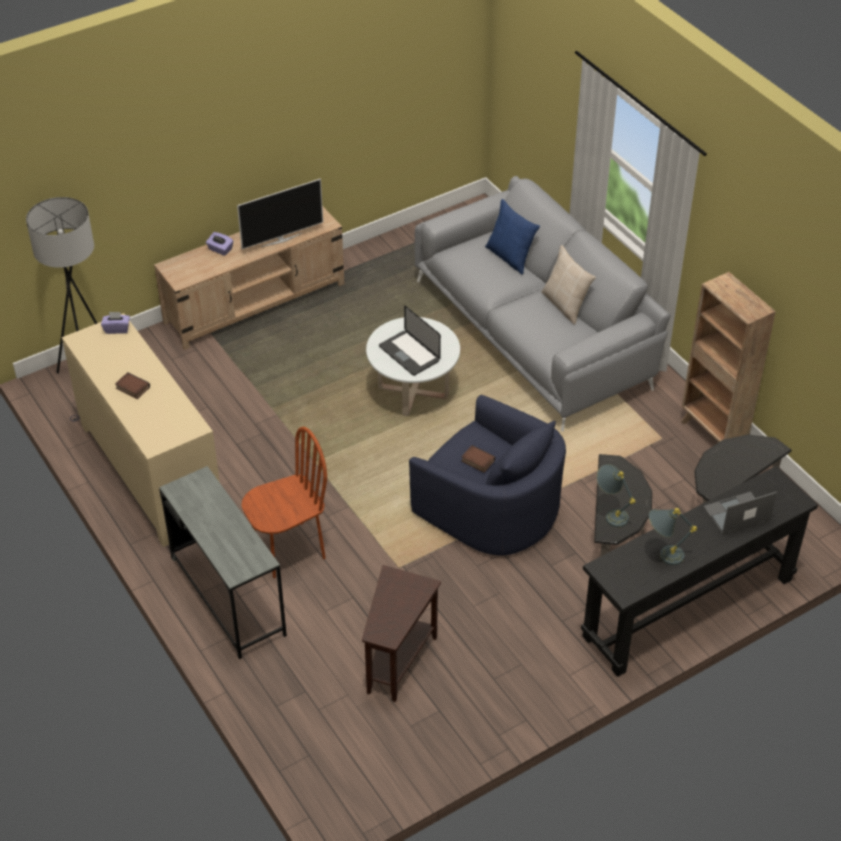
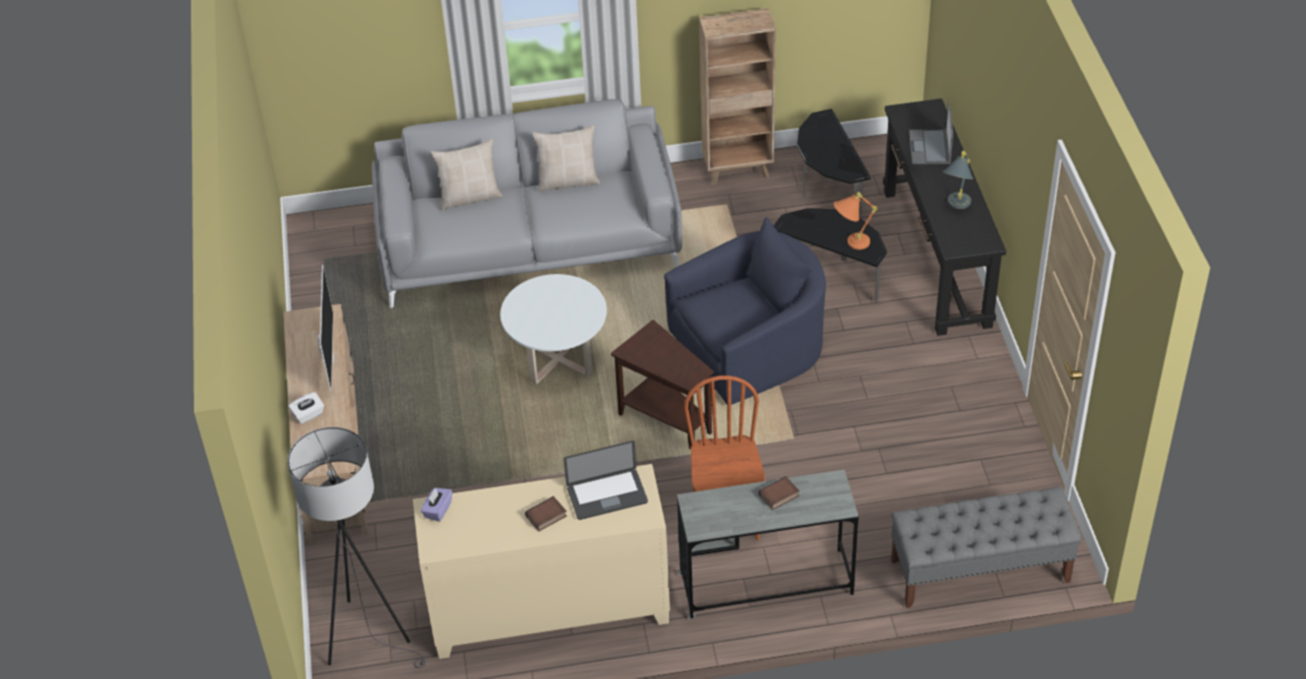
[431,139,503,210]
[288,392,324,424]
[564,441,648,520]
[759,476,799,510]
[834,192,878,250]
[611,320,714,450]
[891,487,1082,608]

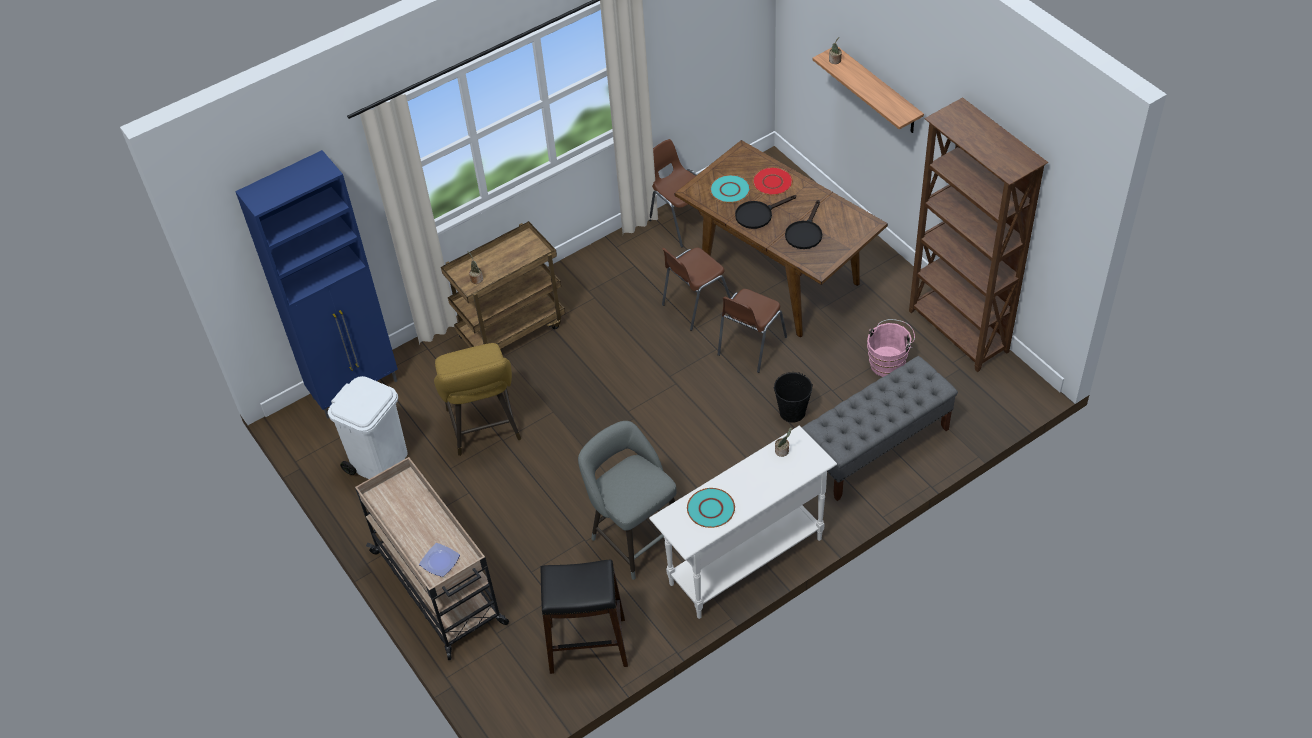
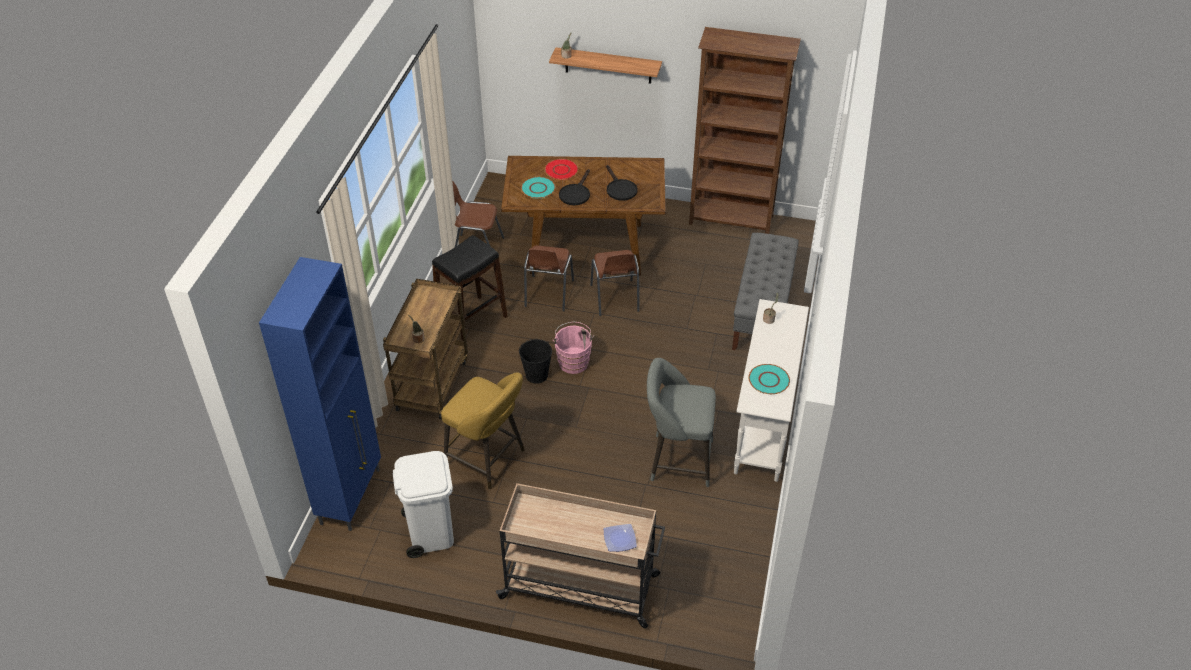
[553,322,594,374]
[519,339,552,384]
[432,235,508,341]

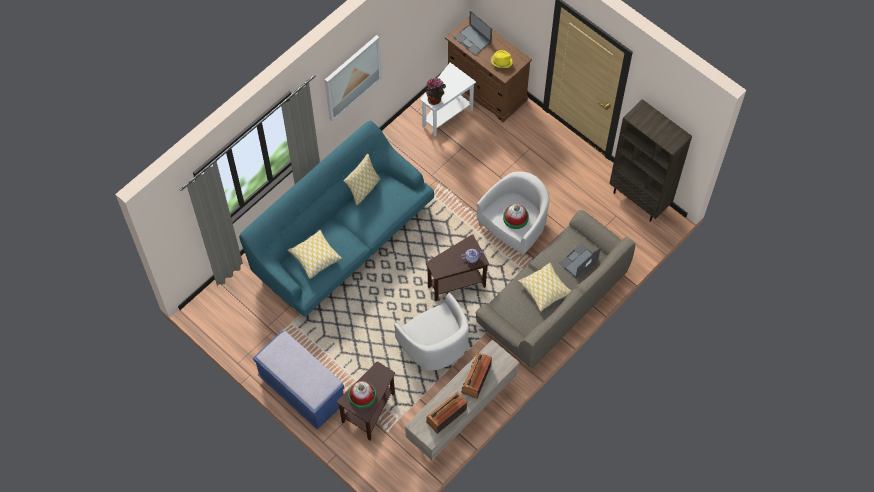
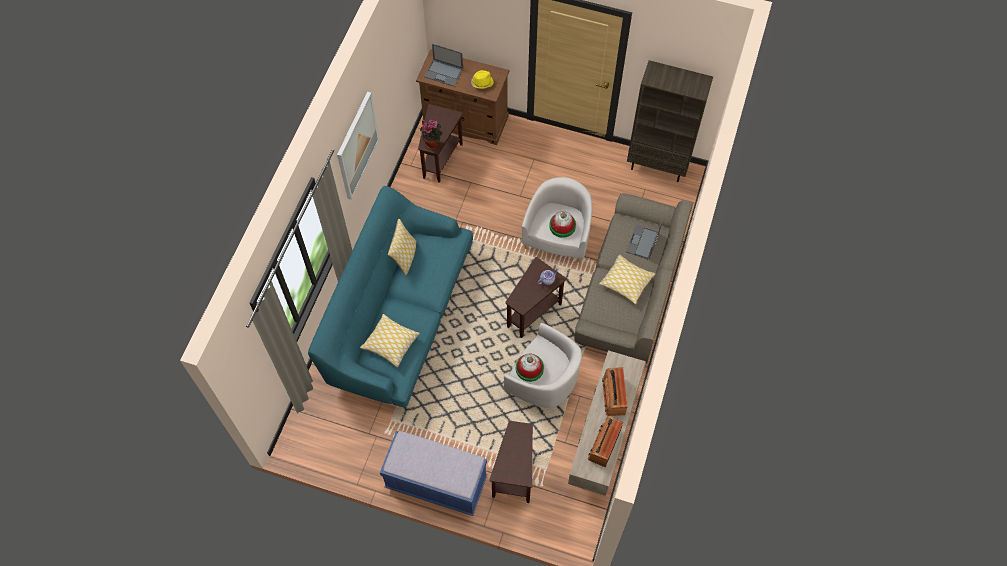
[418,104,463,183]
[516,354,544,382]

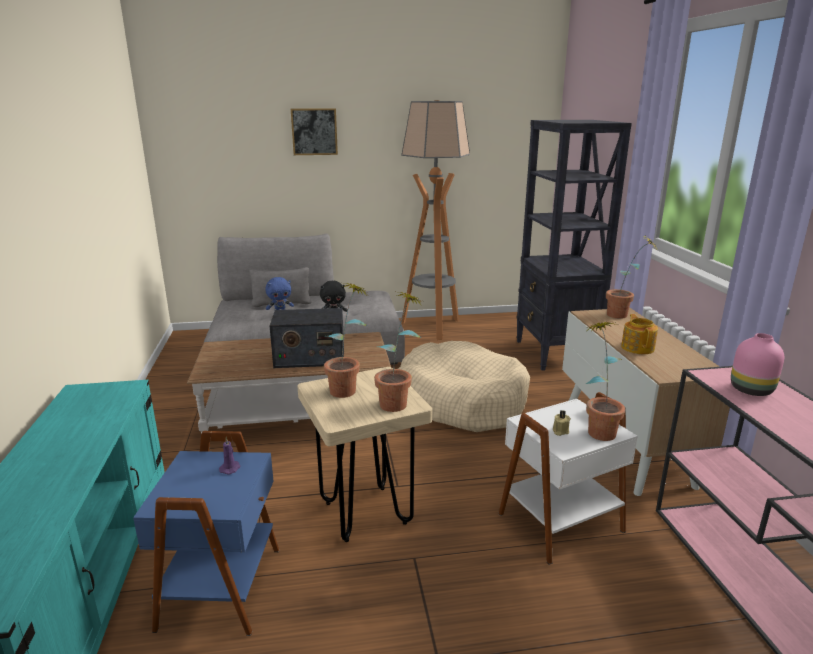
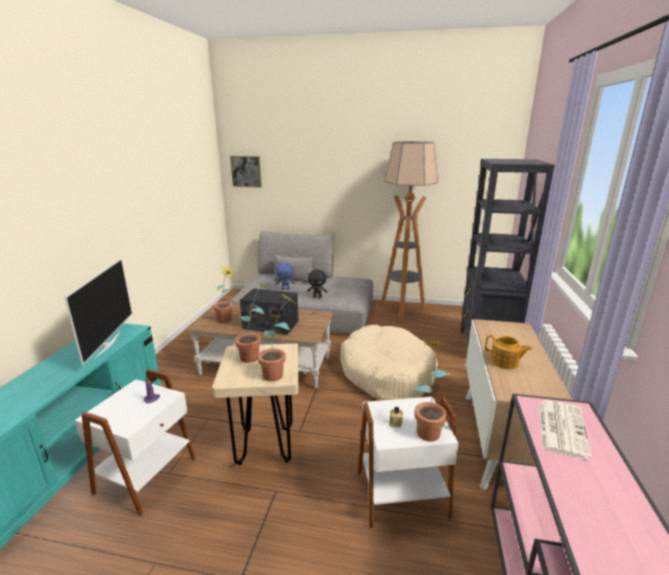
[230,156,261,188]
[213,267,236,323]
[485,335,532,369]
[539,400,592,460]
[75,369,196,516]
[64,258,132,365]

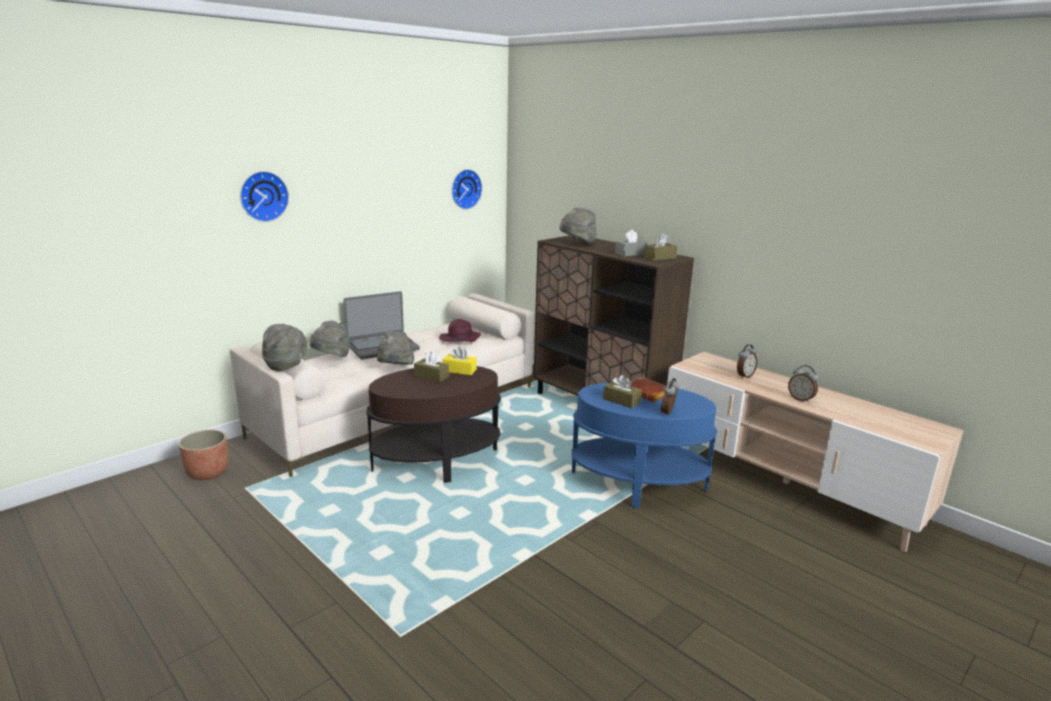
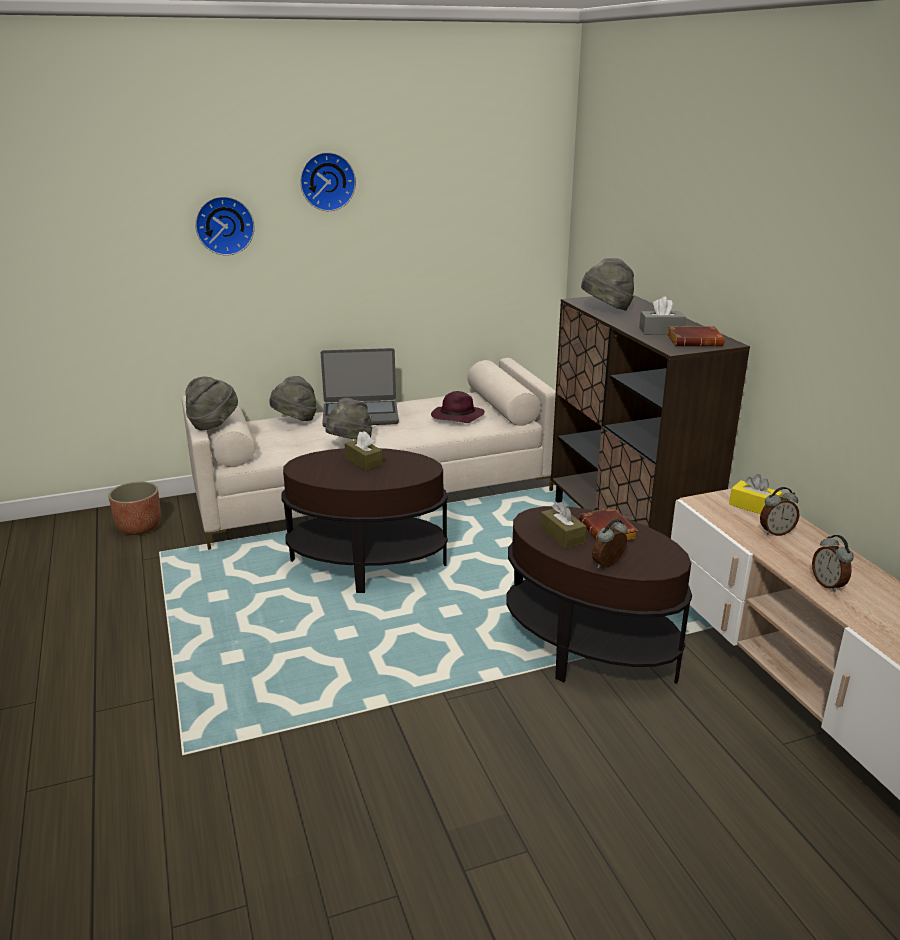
[300,152,356,211]
[667,326,725,347]
[729,474,782,514]
[506,506,692,684]

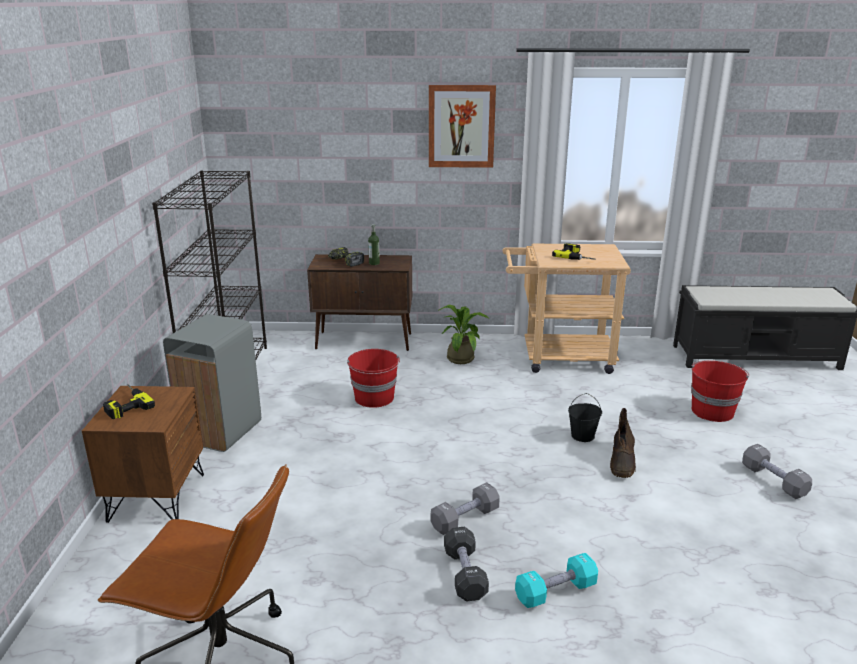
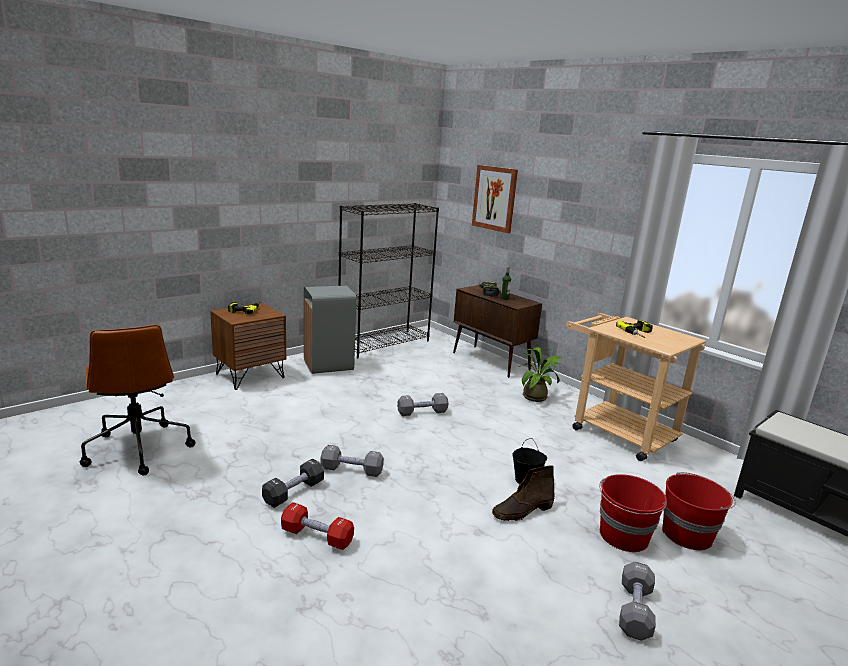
[472,165,518,233]
[599,474,667,552]
[281,502,354,550]
[397,393,449,416]

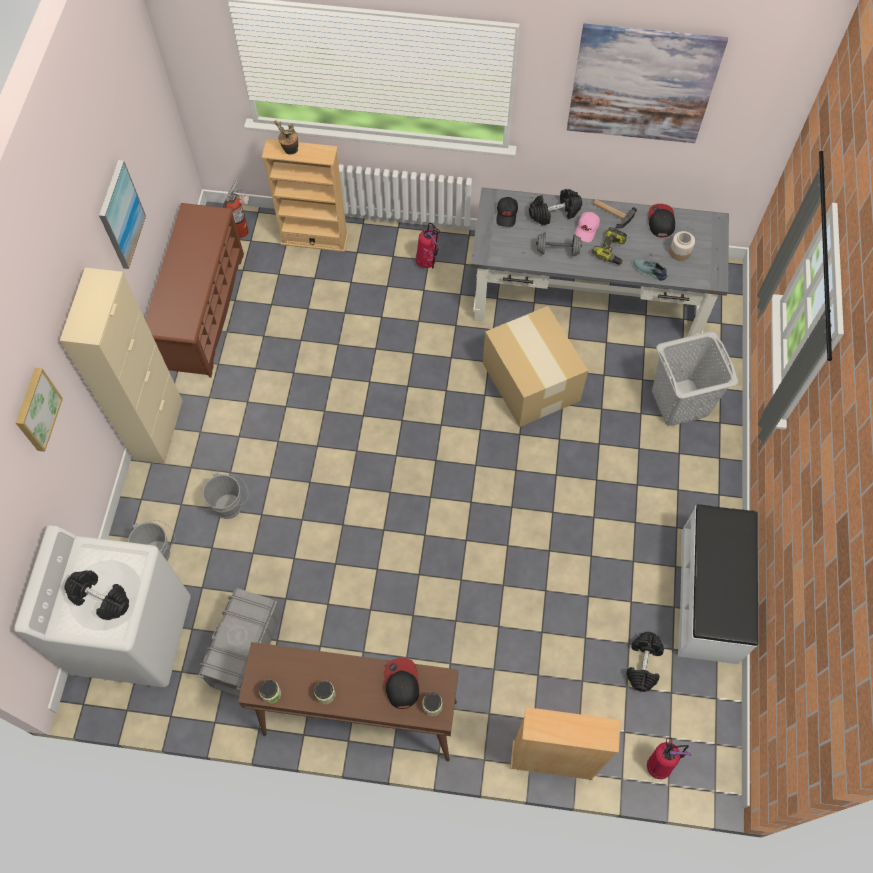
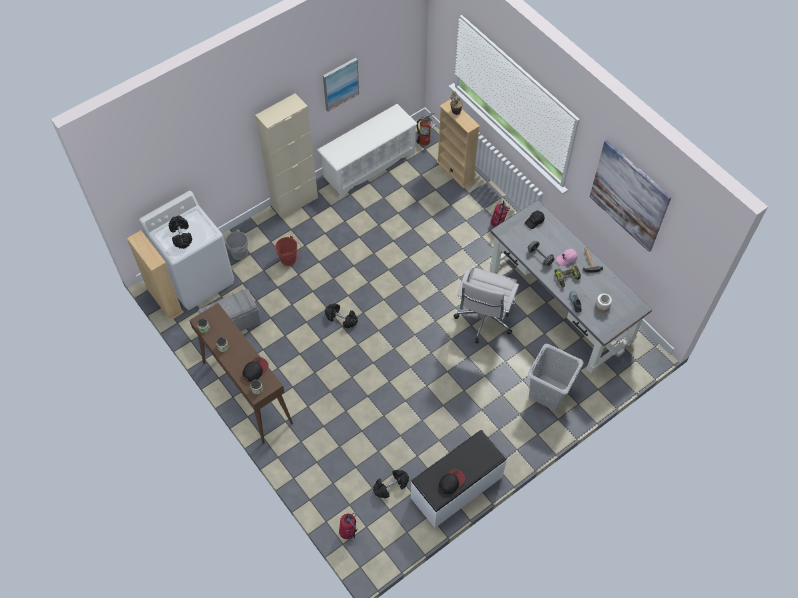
[325,304,358,329]
[317,104,417,198]
[439,469,466,494]
[454,268,519,343]
[16,368,63,452] (first image)
[275,236,302,266]
[127,230,184,321]

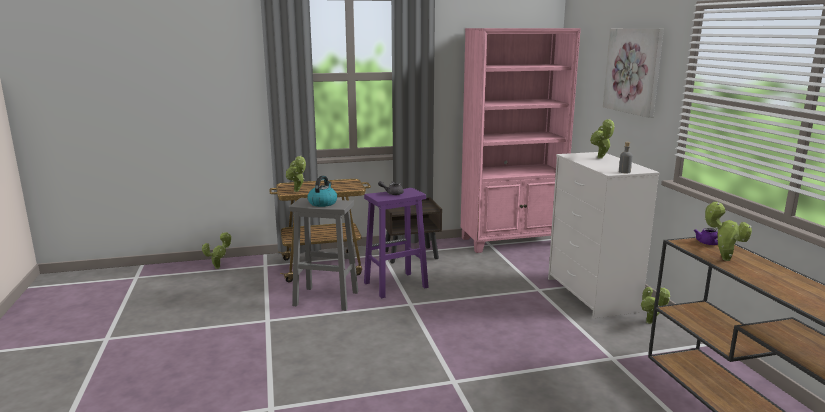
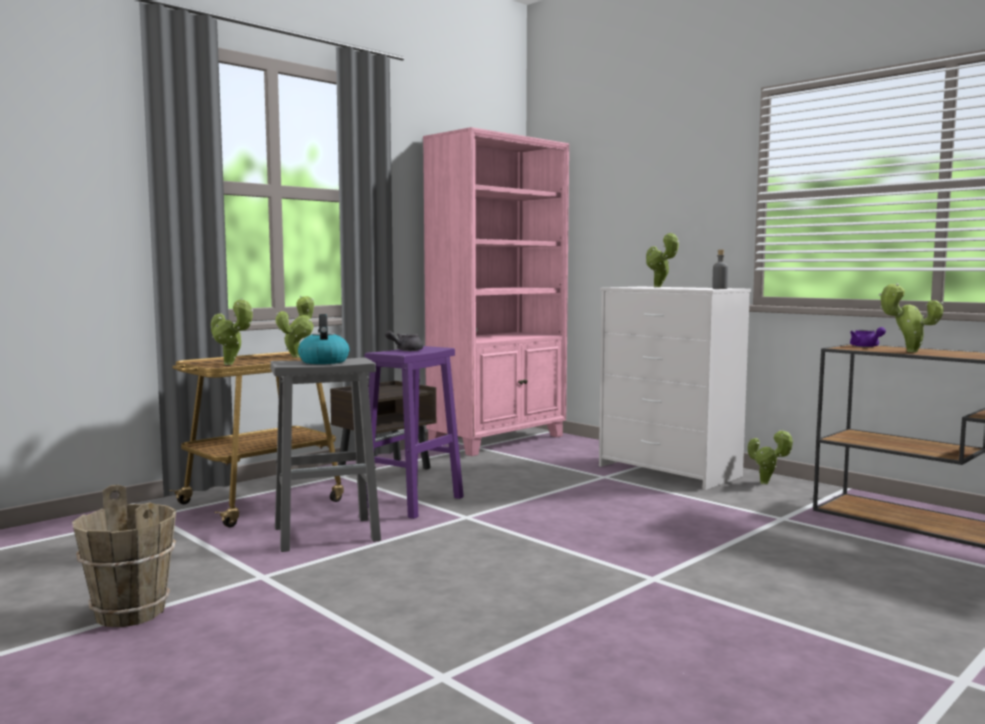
[603,29,664,118] (first image)
[275,296,314,357]
[72,484,176,627]

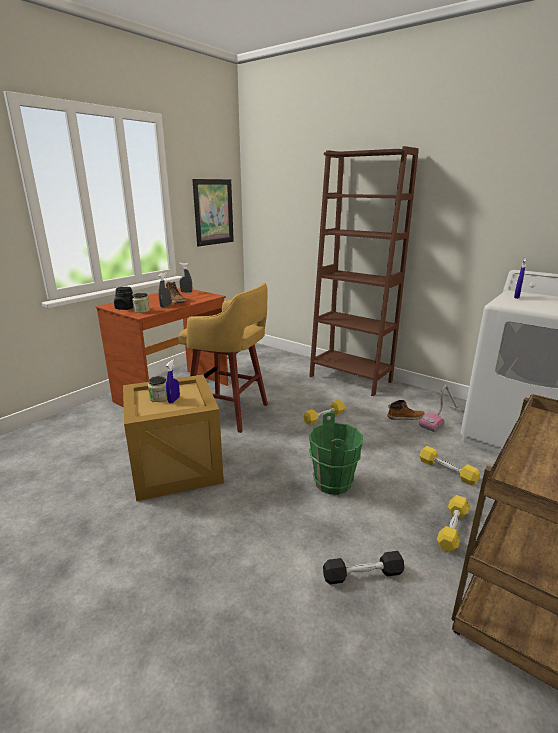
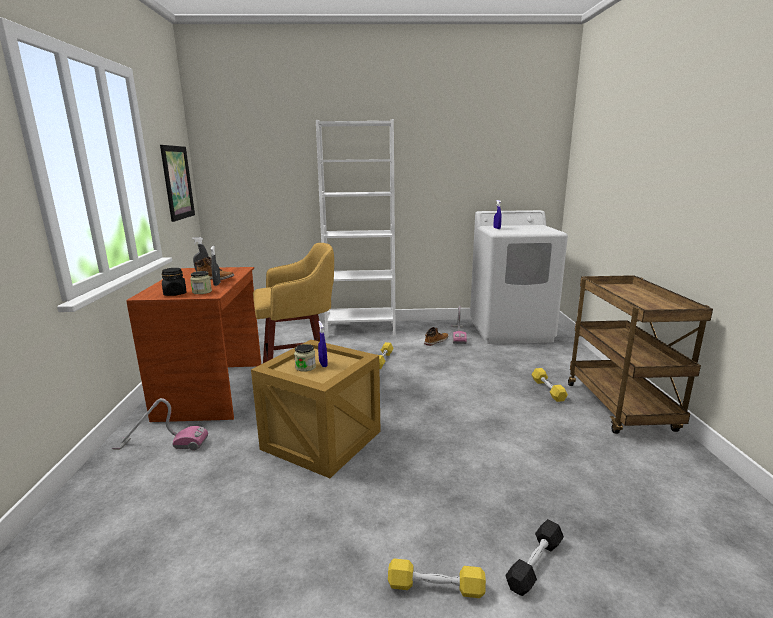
[316,119,396,337]
[309,412,363,495] (first image)
[388,558,486,598]
[505,519,564,596]
[112,398,208,451]

